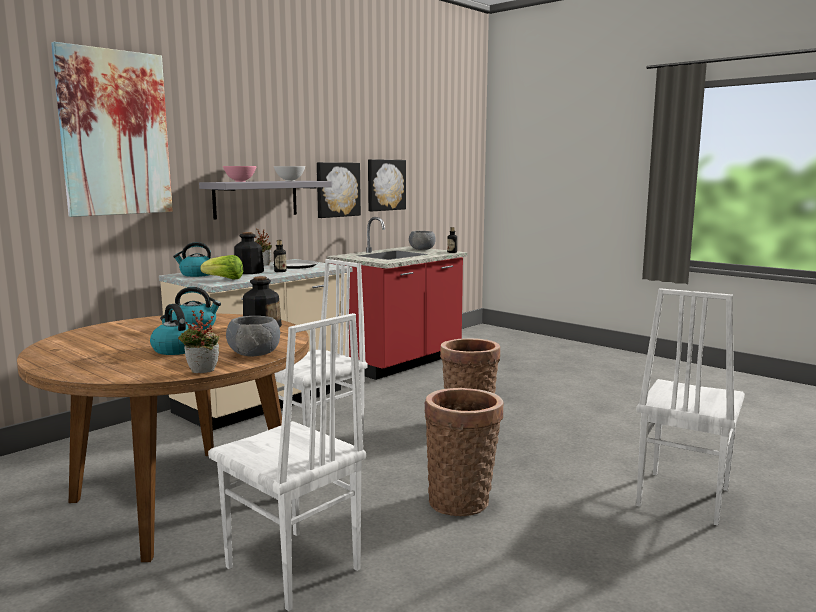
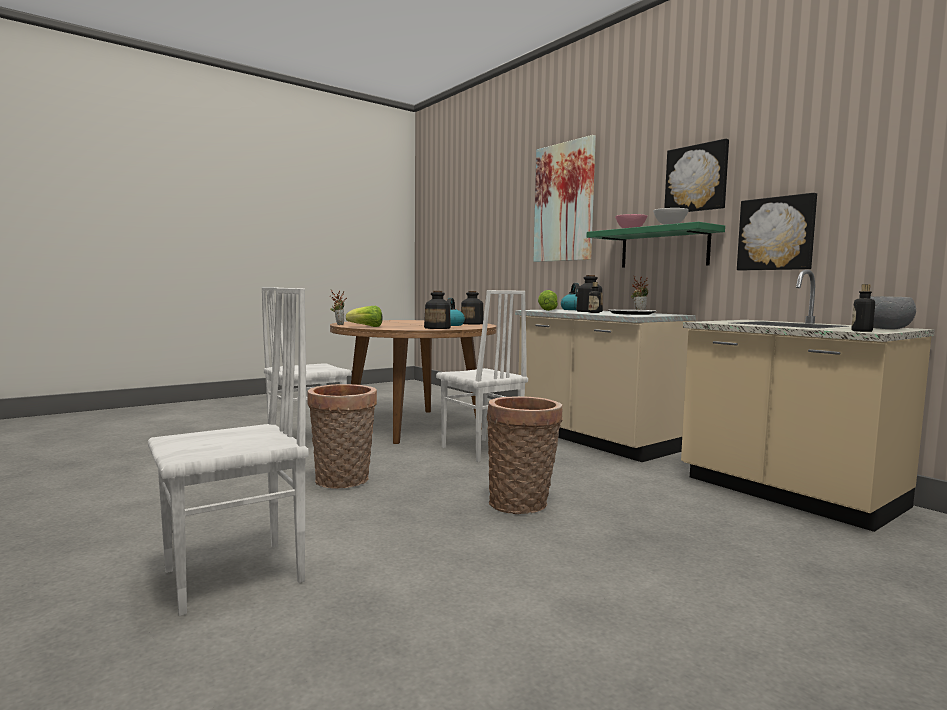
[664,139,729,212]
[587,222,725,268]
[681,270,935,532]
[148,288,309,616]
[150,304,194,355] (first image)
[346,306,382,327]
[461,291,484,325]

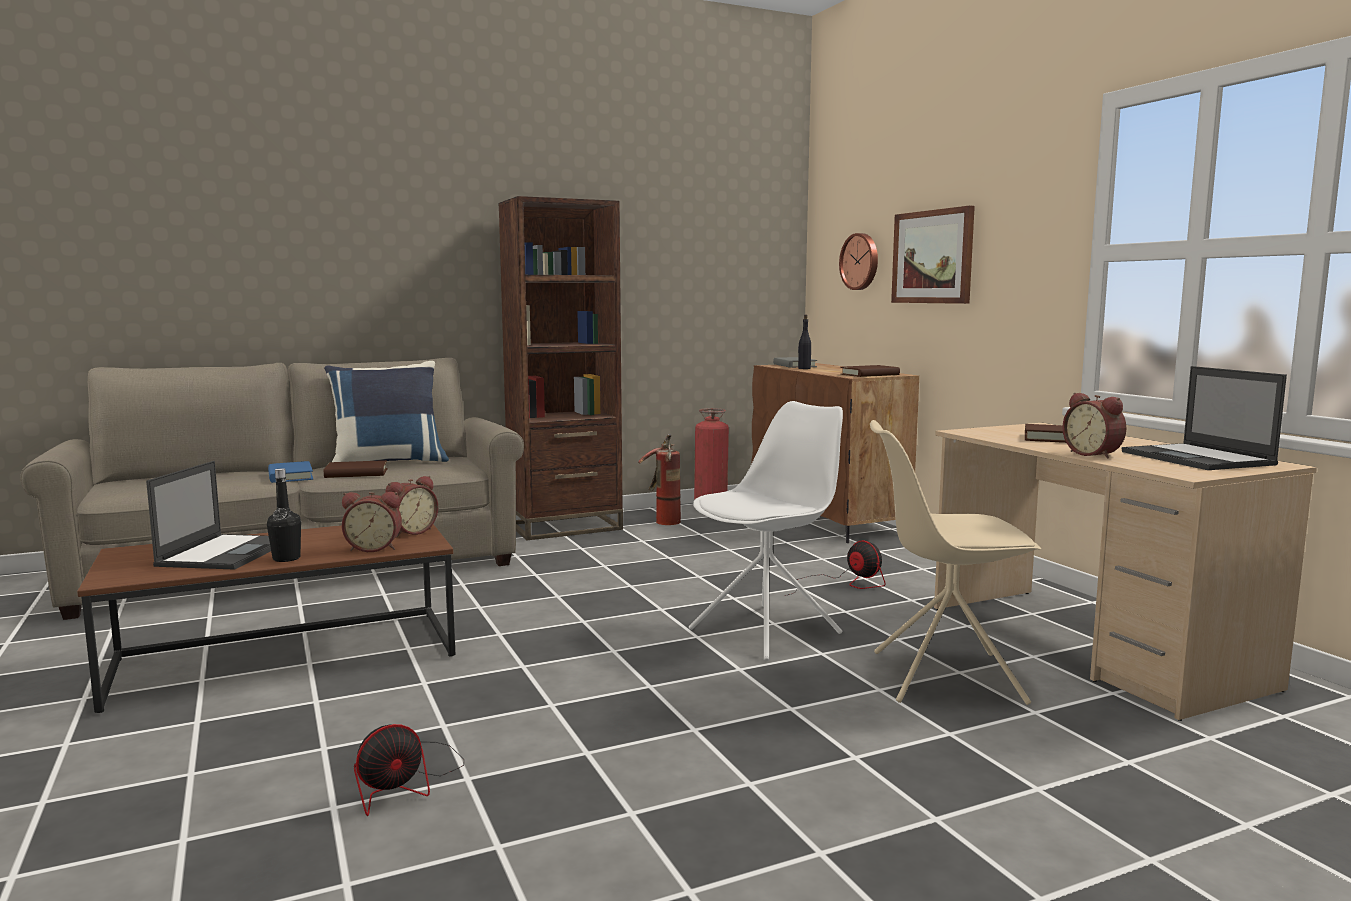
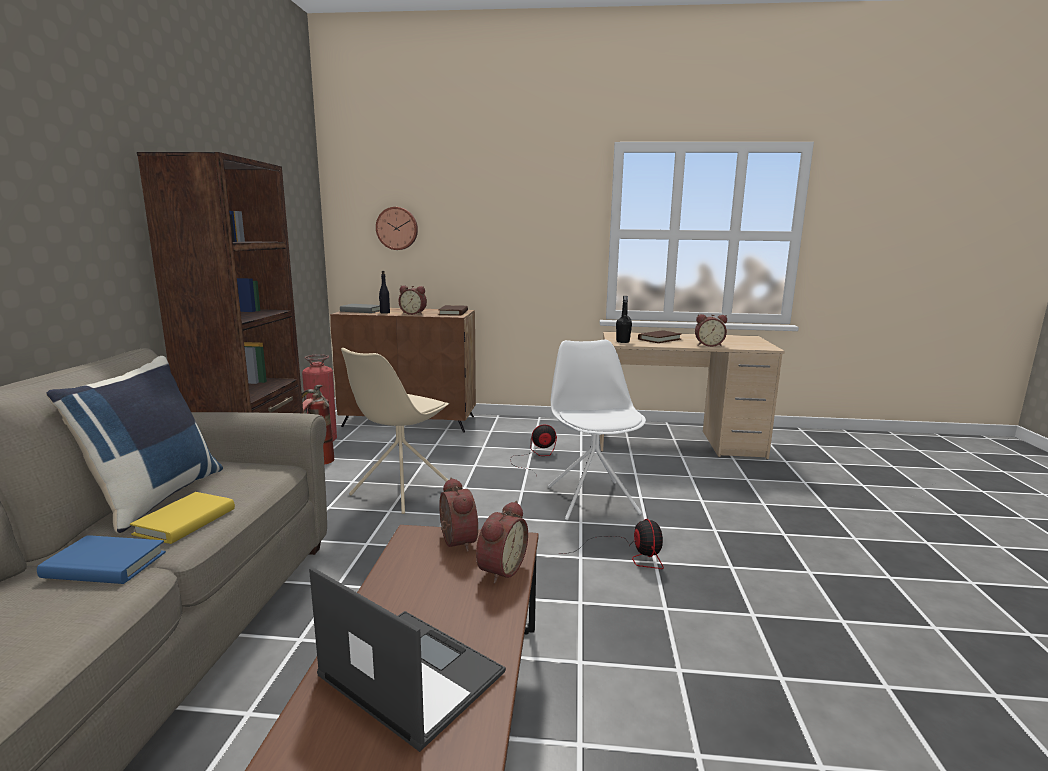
[891,206,975,304] (first image)
[1122,366,1287,470] (first image)
[341,348,449,514]
[130,492,235,544]
[616,296,632,343]
[558,519,664,569]
[399,286,427,315]

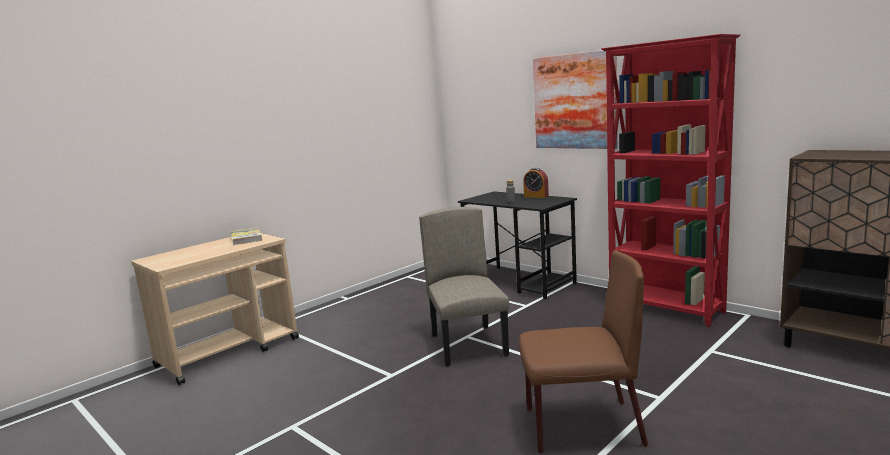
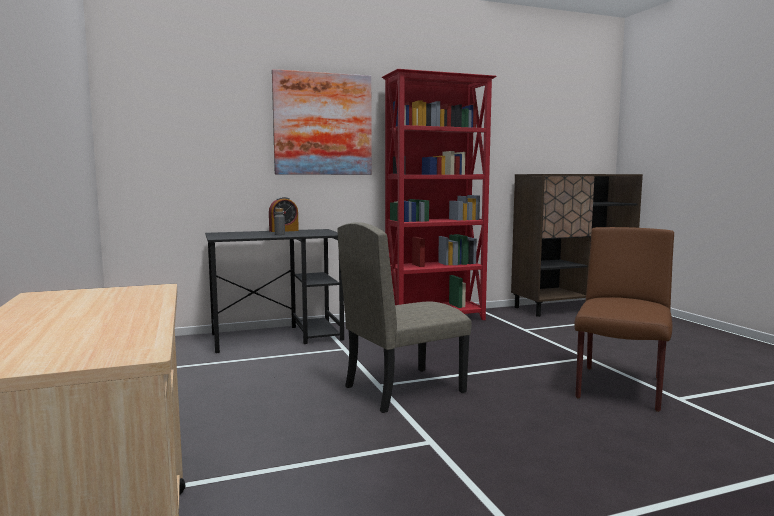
[337,222,472,413]
[231,227,262,245] (first image)

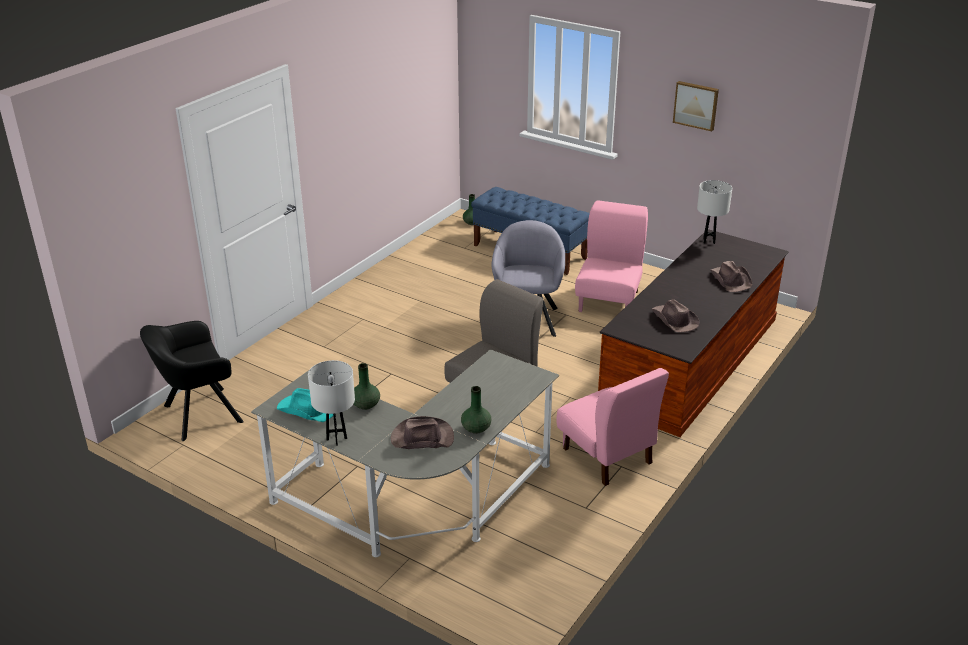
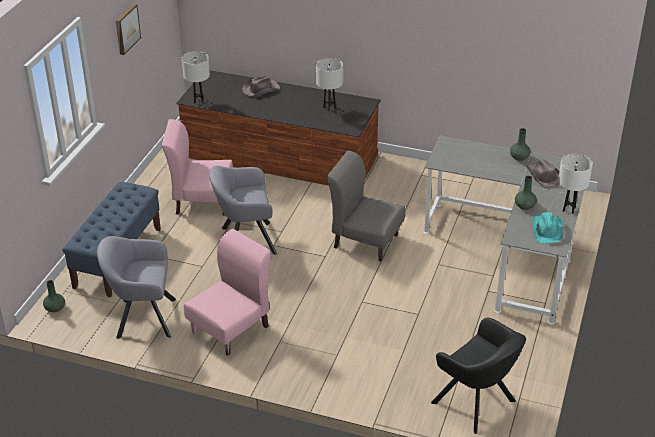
[316,58,343,111]
[184,229,271,356]
[97,236,176,339]

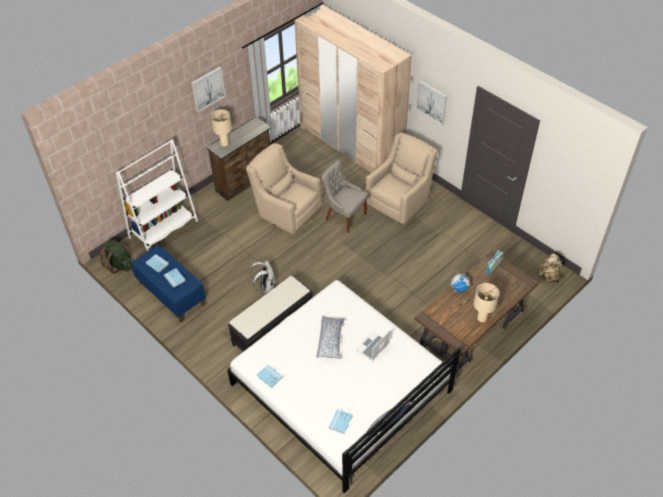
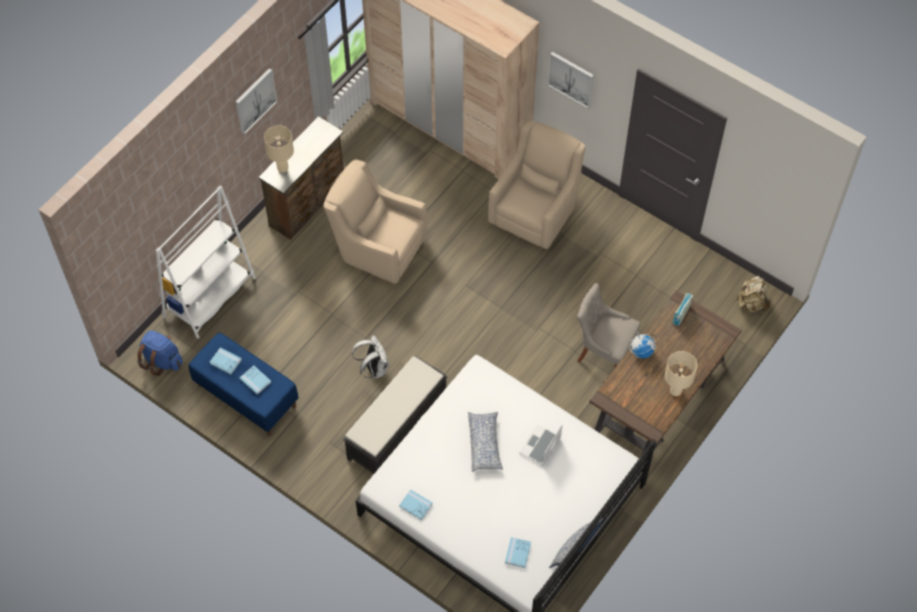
[577,283,640,367]
[137,330,183,376]

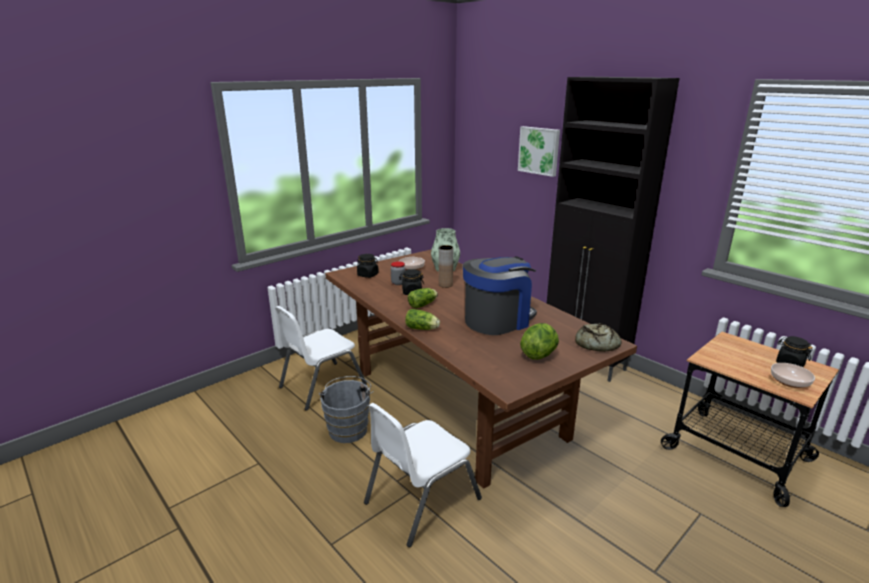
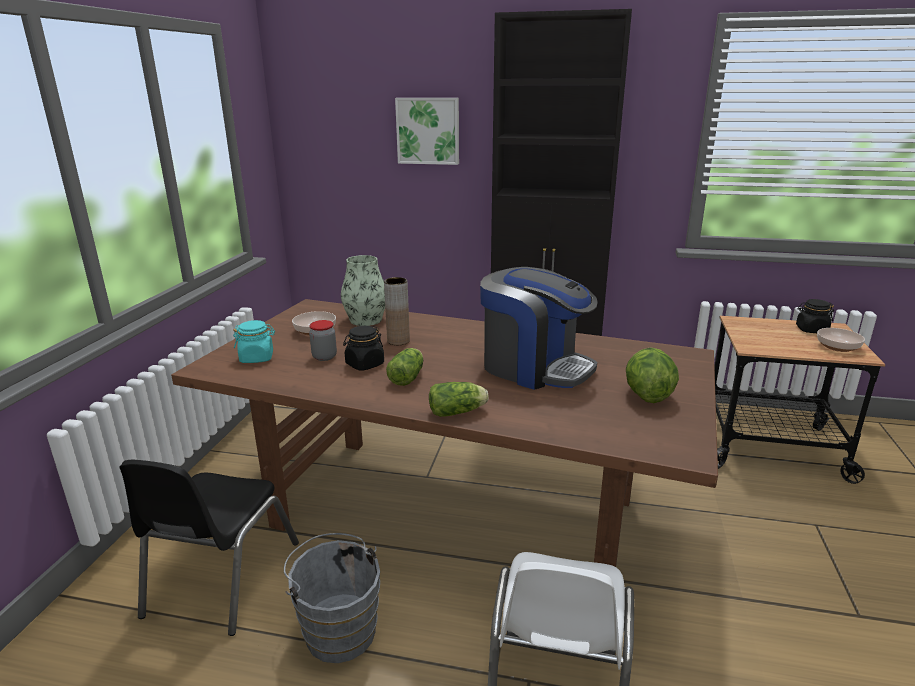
[233,320,275,363]
[480,267,598,390]
[120,460,299,636]
[575,323,622,352] (first image)

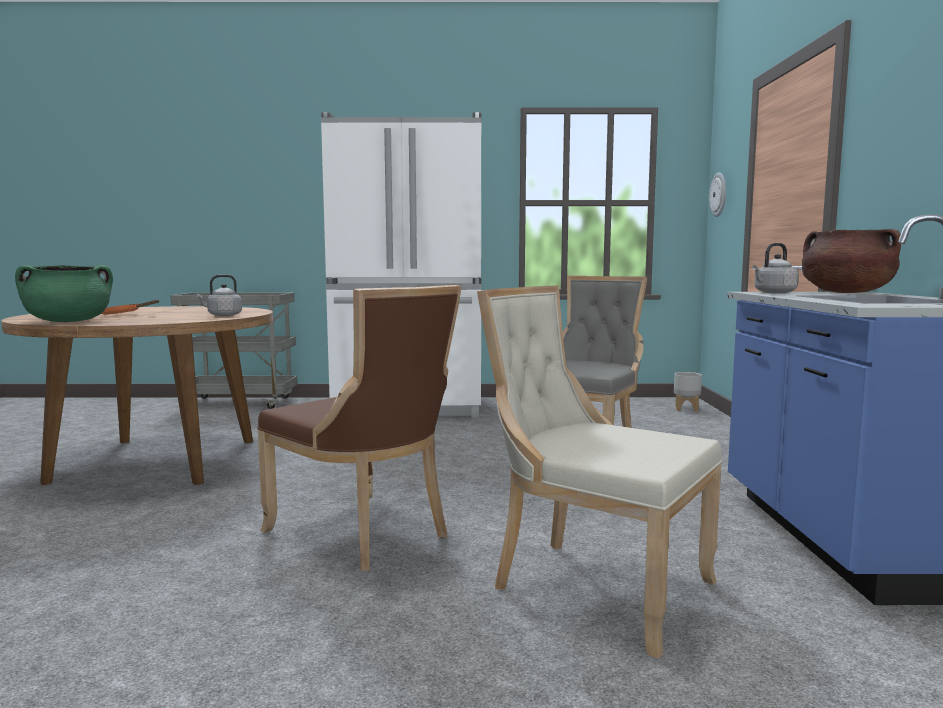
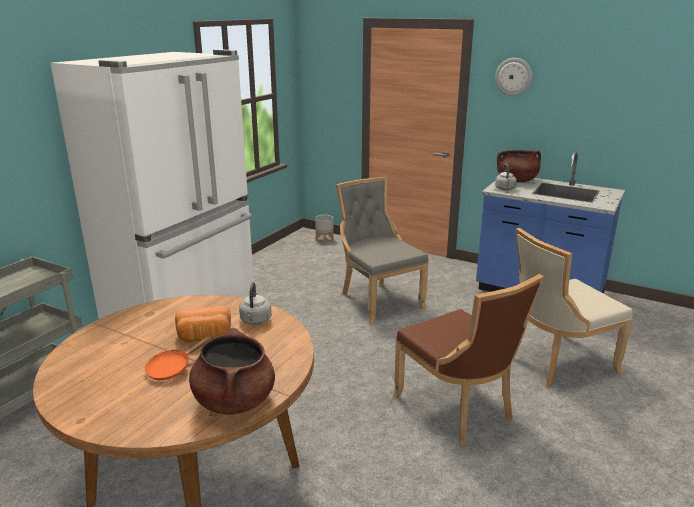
[495,58,532,96]
[189,328,275,415]
[393,274,544,445]
[175,306,231,342]

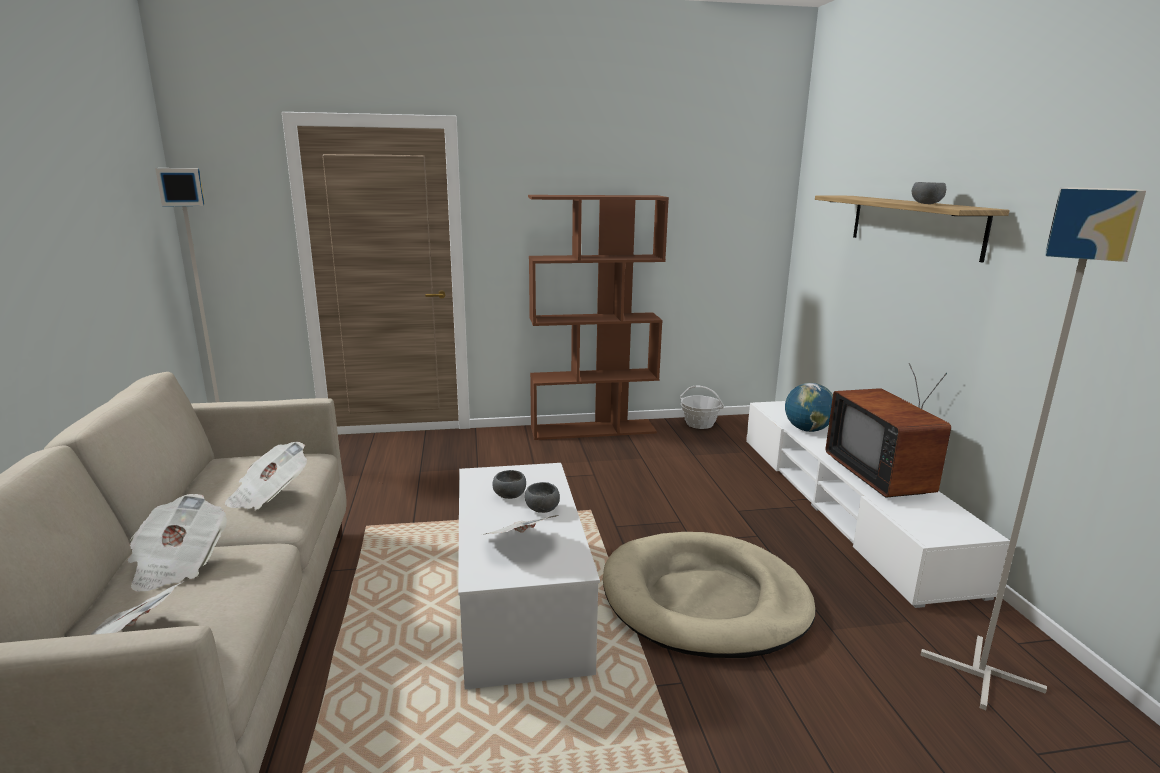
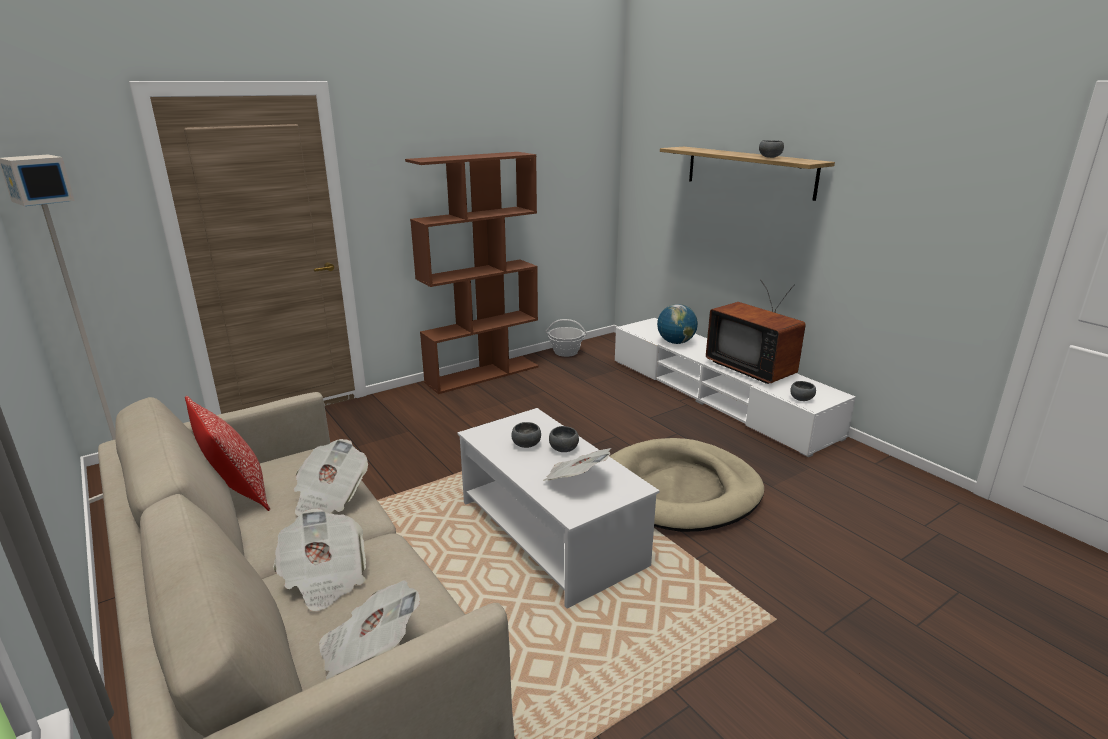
[920,187,1146,710] (first image)
[790,381,816,401]
[185,396,270,511]

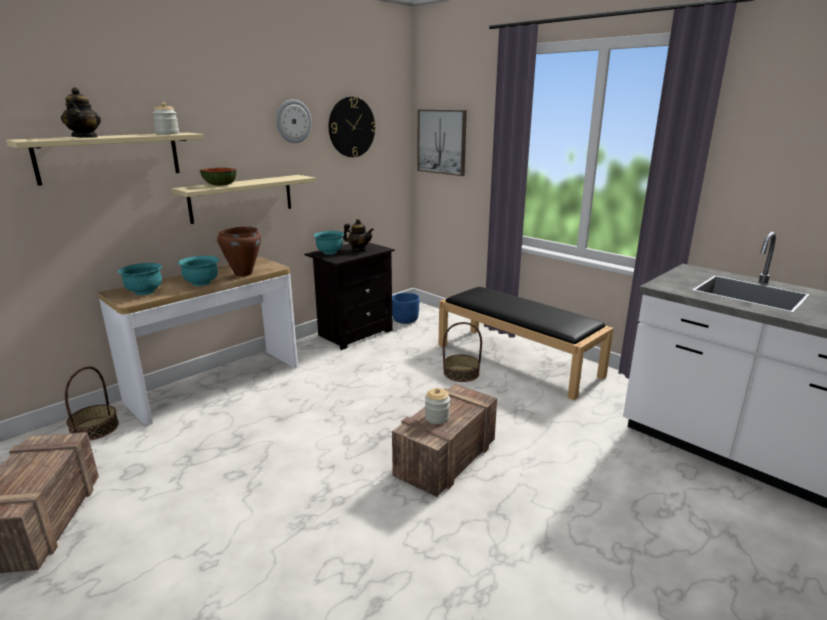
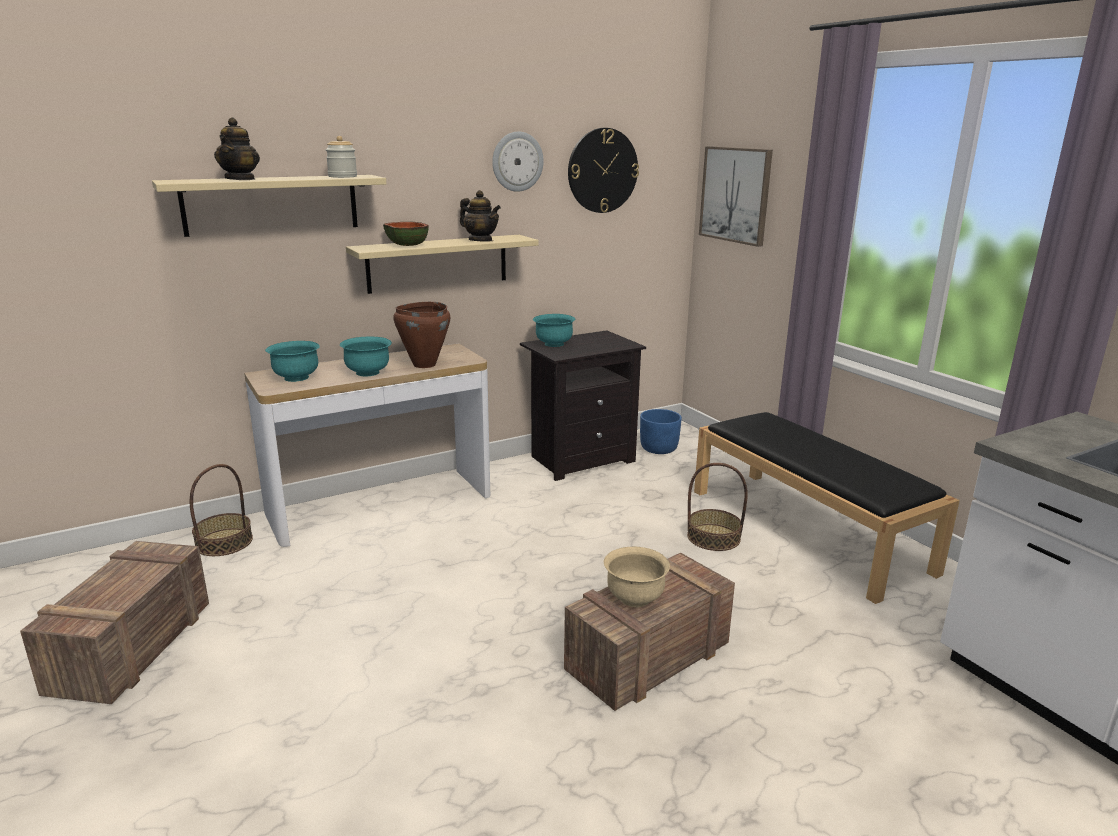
[460,190,501,242]
[604,547,670,607]

